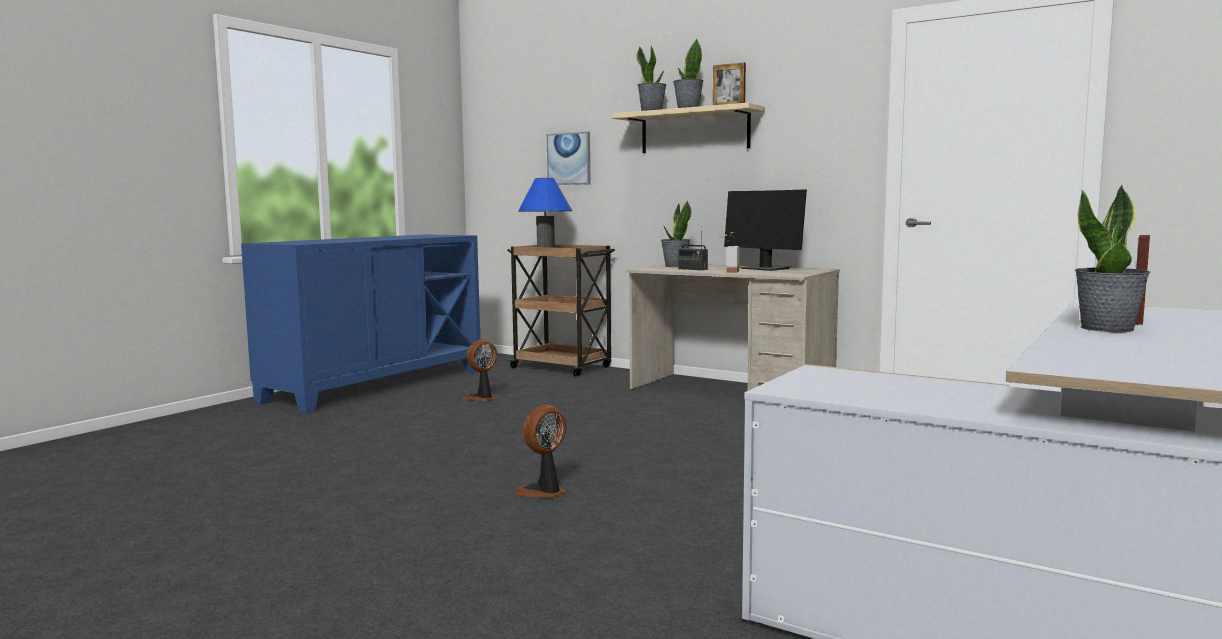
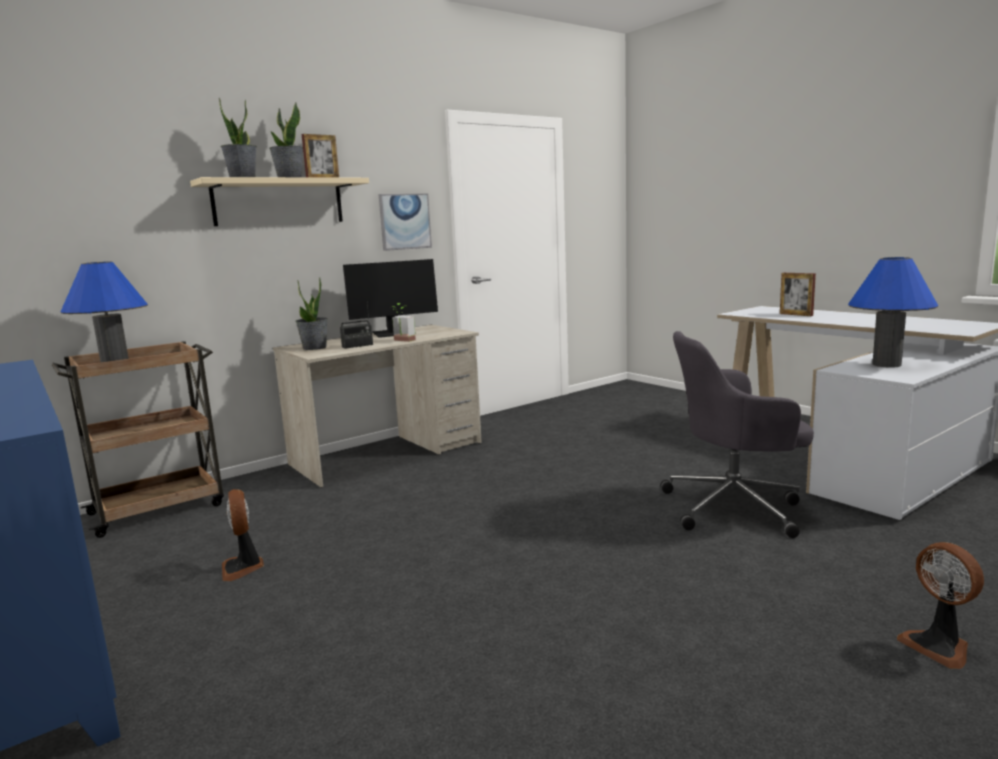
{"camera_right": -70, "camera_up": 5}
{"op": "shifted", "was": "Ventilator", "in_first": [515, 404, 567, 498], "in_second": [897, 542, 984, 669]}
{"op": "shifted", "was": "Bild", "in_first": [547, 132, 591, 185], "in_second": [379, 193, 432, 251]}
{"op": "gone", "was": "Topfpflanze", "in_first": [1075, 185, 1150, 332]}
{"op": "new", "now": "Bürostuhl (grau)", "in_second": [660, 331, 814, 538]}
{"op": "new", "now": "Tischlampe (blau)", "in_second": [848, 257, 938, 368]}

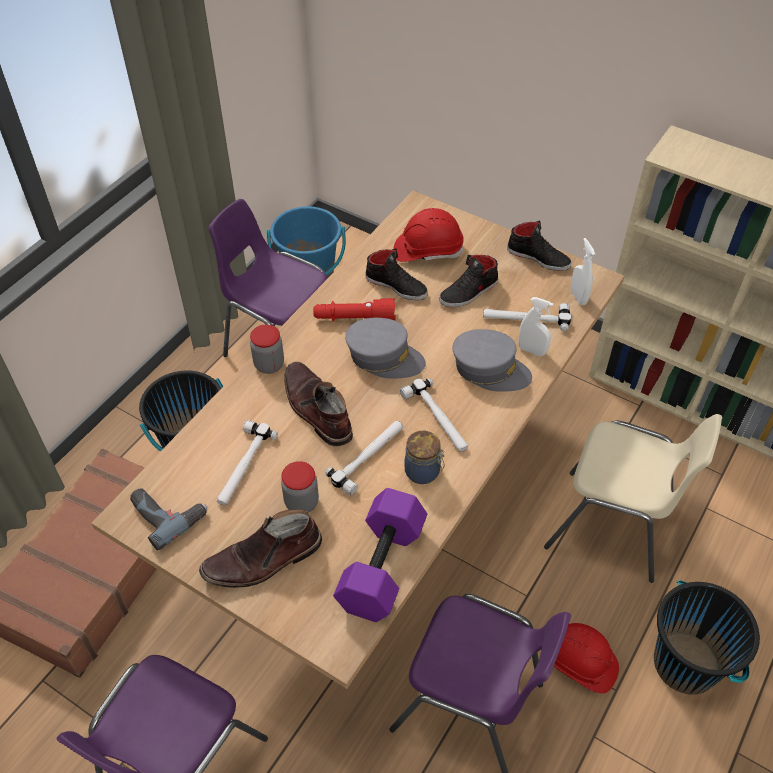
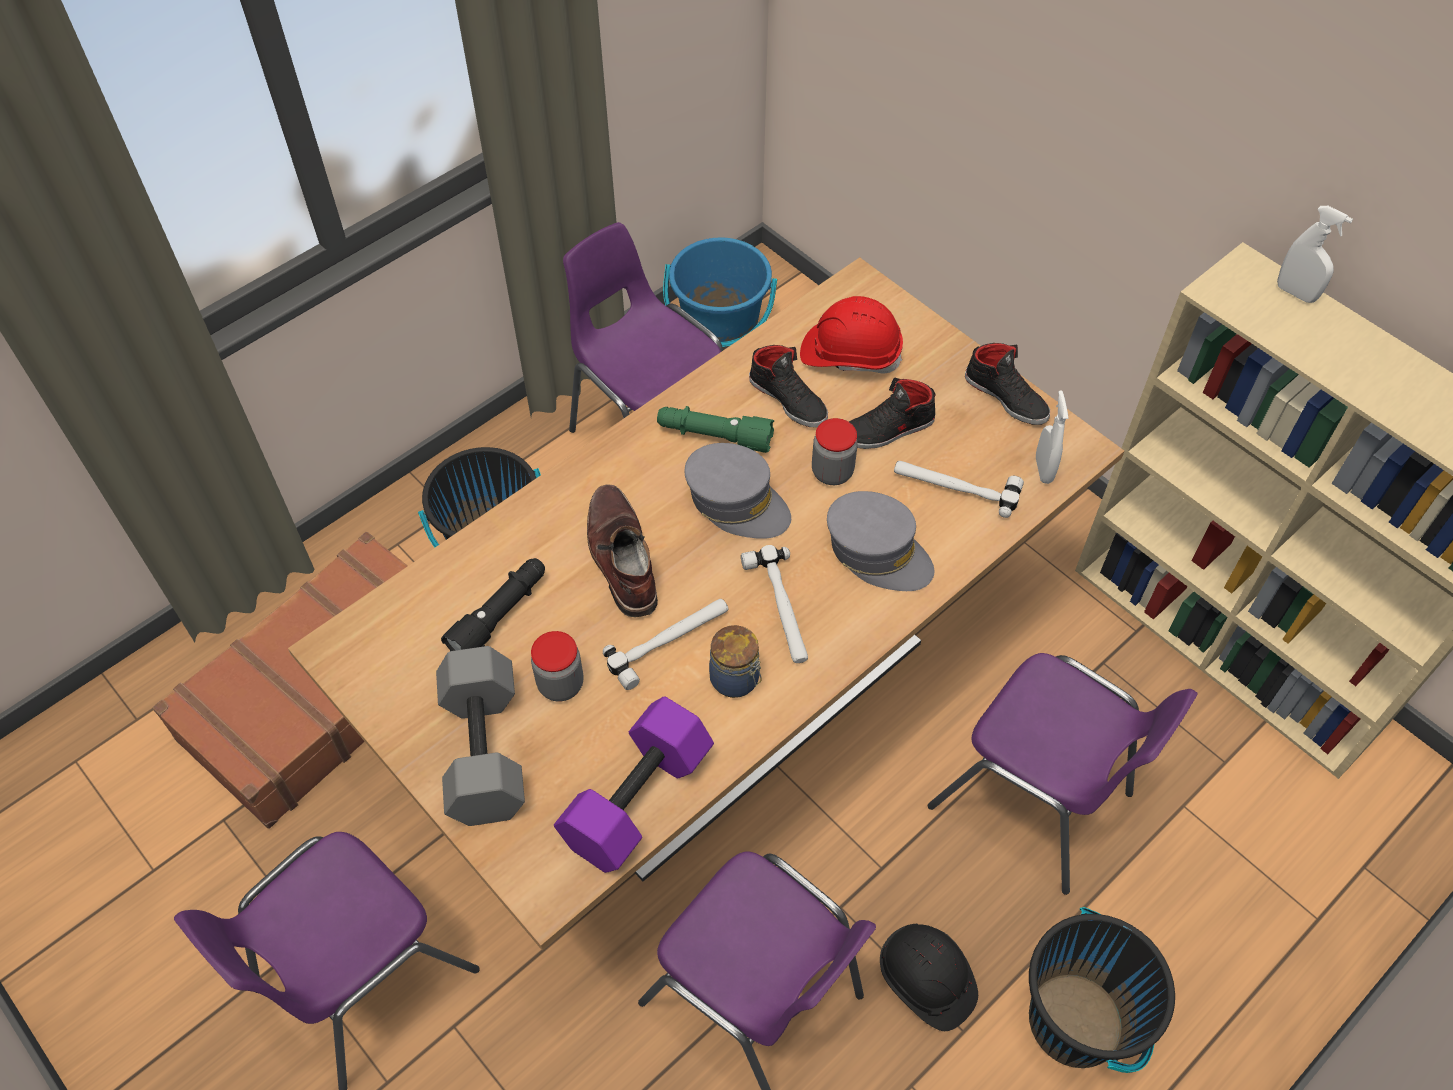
{"camera_right": 15, "camera_up": 5}
{"op": "gone", "was": "Bohrmaschine", "in_first": [130, 489, 207, 551]}
{"op": "swapped", "was": "Stiefel (braun)", "now": "Hantel (grau)", "in_first": [199, 509, 322, 588], "in_second": [436, 646, 525, 826]}
{"op": "swapped", "was": "Hammer", "now": "Taschenlampe (schwarz)", "in_first": [217, 420, 278, 505], "in_second": [441, 558, 545, 651]}
{"op": "shifted", "was": "Vorratsglas", "in_first": [250, 325, 284, 374], "in_second": [812, 418, 858, 485]}
{"op": "repainted", "was": "Taschenlampe (rot)", "now": "Taschenlampe (grün)", "in_first": [313, 298, 395, 321], "in_second": [657, 406, 774, 453]}
{"op": "shifted", "was": "Sprühflasche (weiß)", "in_first": [519, 297, 554, 356], "in_second": [1277, 206, 1353, 303]}
{"op": "repainted", "was": "Stuhl (beige)", "now": "Stuhl (lila)", "in_first": [544, 414, 722, 583], "in_second": [928, 653, 1198, 895]}
{"op": "repainted", "was": "Schutzhelm (rot)", "now": "Schutzhelm (schwarz)", "in_first": [554, 623, 619, 694], "in_second": [880, 924, 978, 1031]}

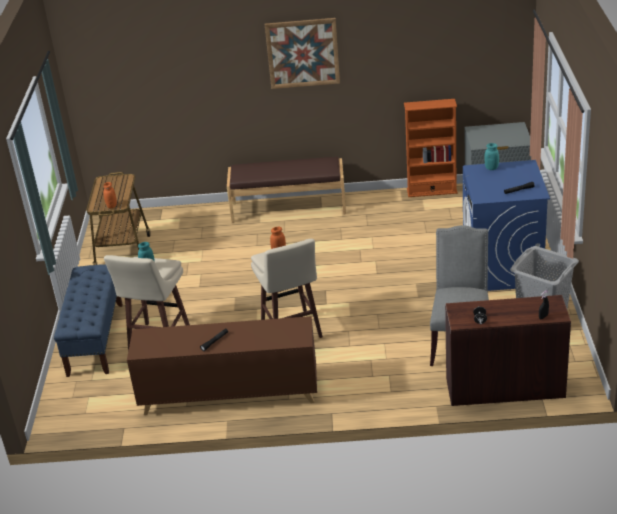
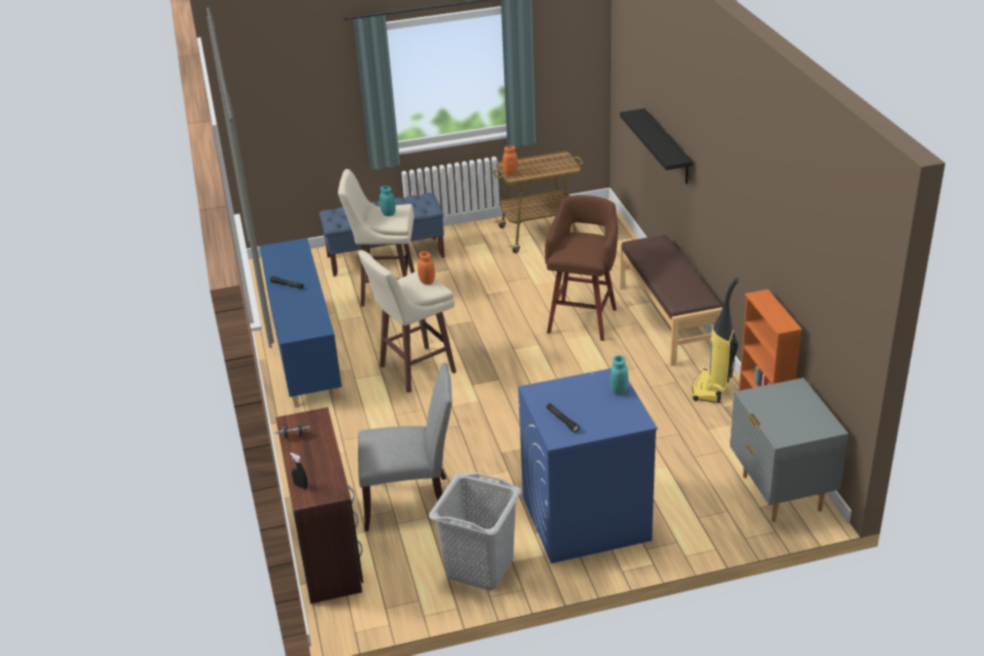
{"camera_right": 75, "camera_up": 0}
{"op": "repainted", "was": "Schrank (braun)", "now": "Schrank (blau)", "in_first": [127, 316, 317, 415], "in_second": [259, 238, 342, 408]}
{"op": "gone", "was": "Bild", "in_first": [265, 18, 340, 89]}
{"op": "new", "now": "Hocker (braun)", "in_second": [545, 195, 618, 341]}
{"op": "new", "now": "Wandregal (schwarz)", "in_second": [620, 108, 693, 184]}
{"op": "new", "now": "Staubsauger", "in_second": [692, 278, 739, 403]}

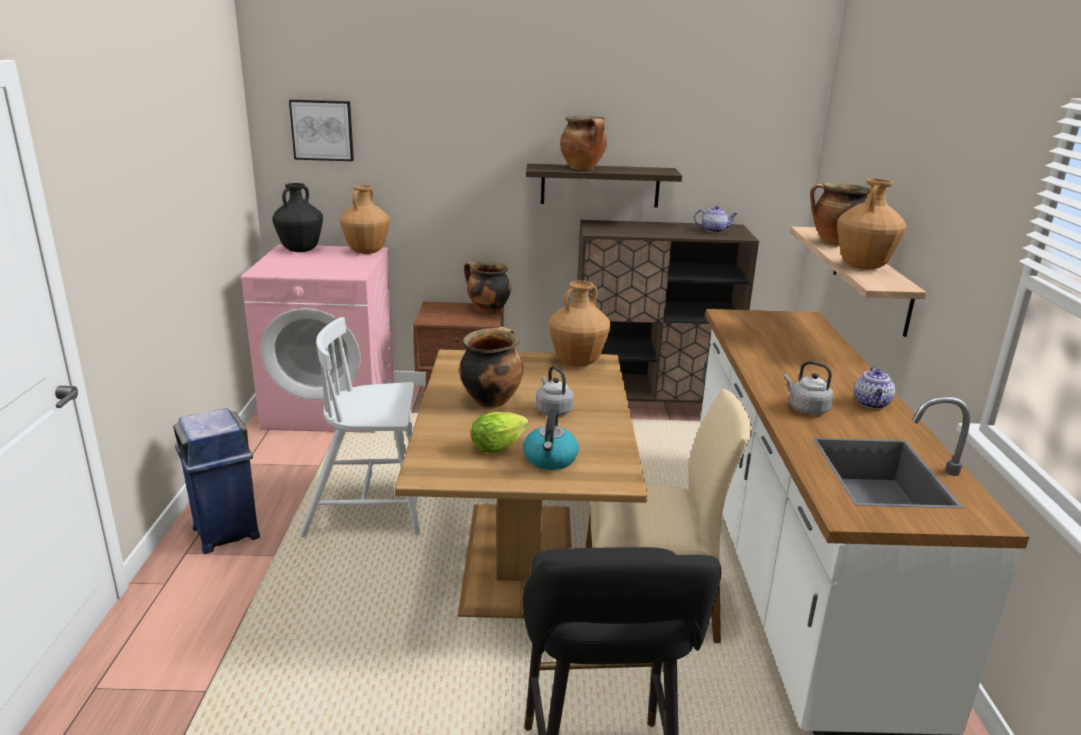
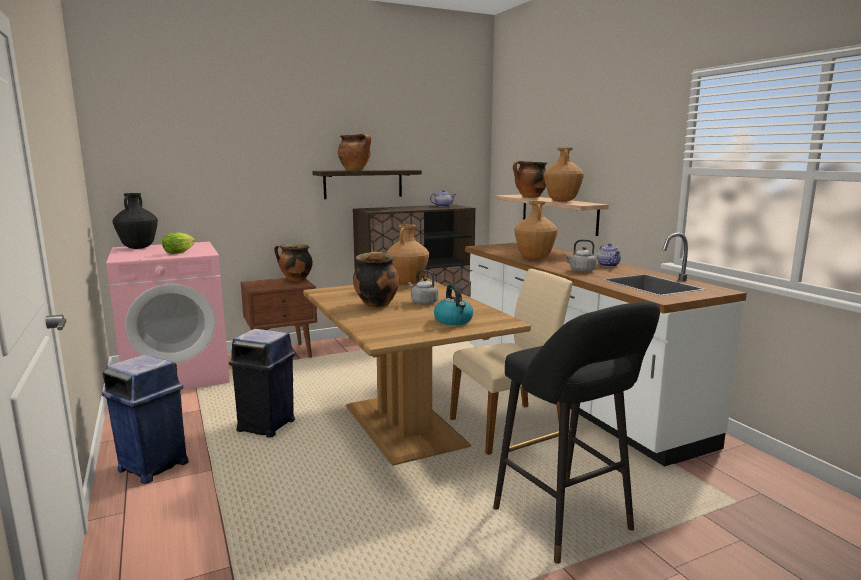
{"camera_right": -25, "camera_up": -10}
{"op": "gone", "was": "Bild", "in_first": [289, 100, 354, 161]}
{"op": "swapped", "was": "Stuhl (weiß)", "now": "Mülleimer (blau)", "in_first": [300, 317, 421, 537], "in_second": [229, 329, 296, 437]}
{"op": "shifted", "was": "Vase (braun)", "in_first": [340, 185, 390, 254], "in_second": [514, 201, 558, 260]}
{"op": "shifted", "was": "Salatkopf", "in_first": [471, 412, 529, 453], "in_second": [162, 232, 195, 254]}

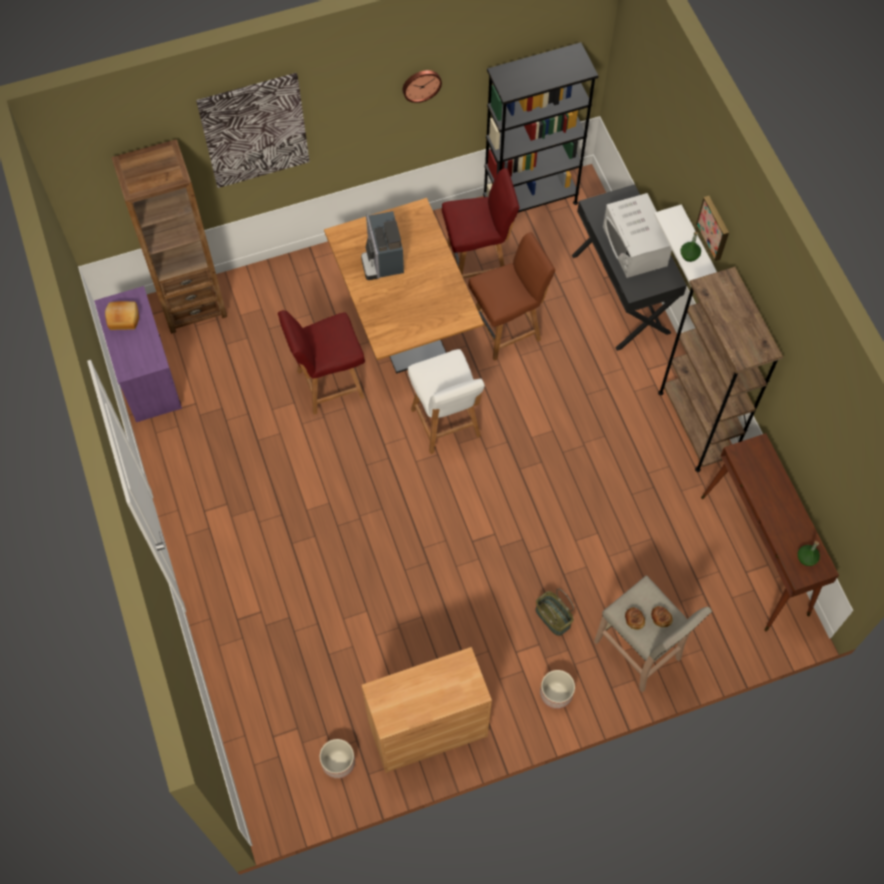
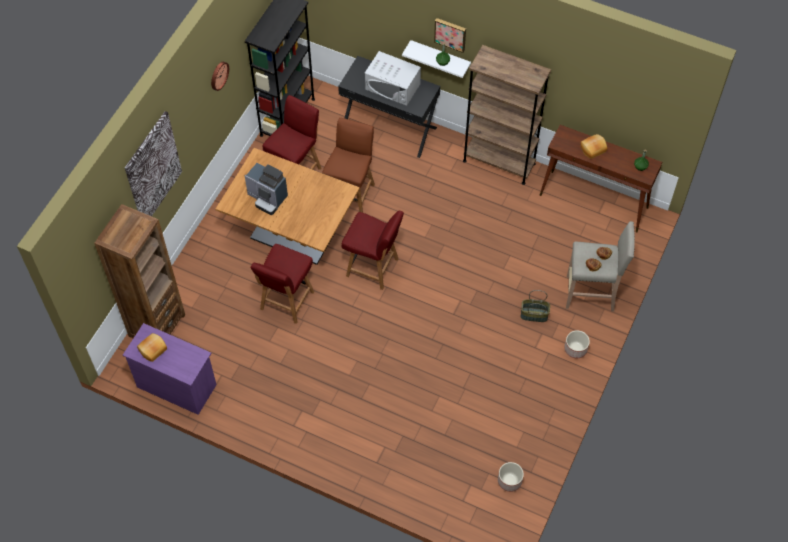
{"camera_right": -45, "camera_up": -5}
{"op": "gone", "was": "Schrank (braun)", "in_first": [362, 647, 492, 773]}
{"op": "repainted", "was": "Stuhl (weiß)", "now": "Stuhl (rot)", "in_first": [408, 349, 485, 454], "in_second": [342, 211, 404, 290]}
{"op": "new", "now": "Brot", "in_second": [580, 134, 607, 159]}

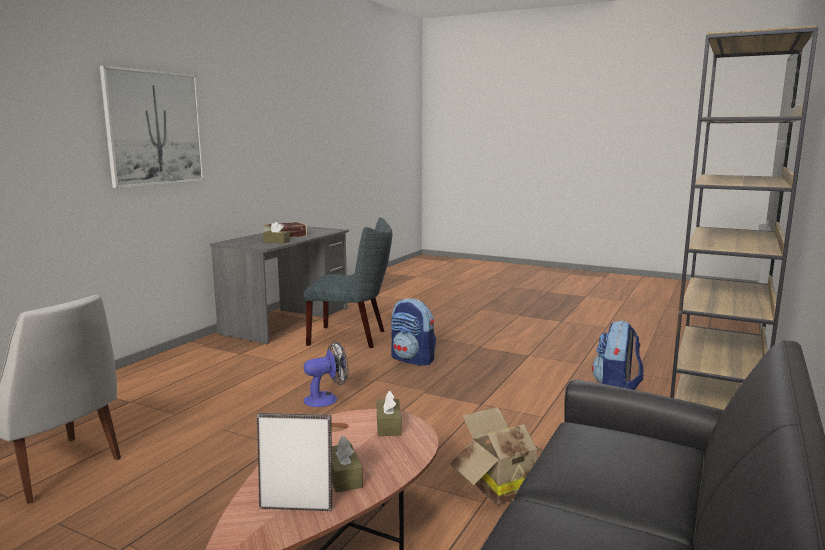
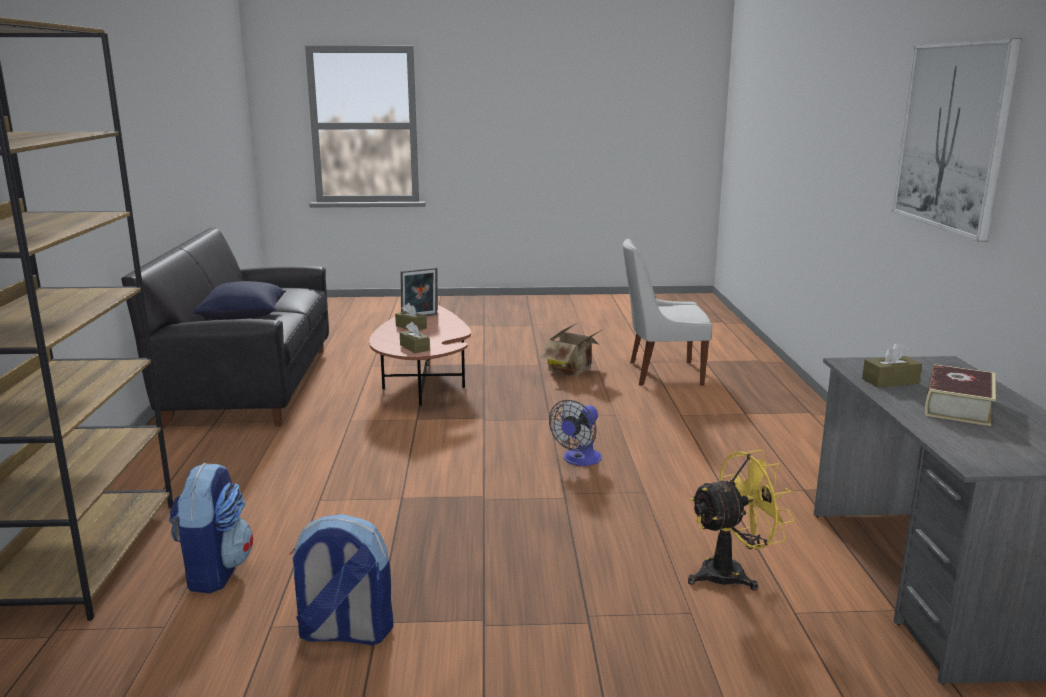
{"camera_right": 150, "camera_up": 5}
{"op": "swapped", "was": "Stuhl (grau)", "now": "Ventilator (gelb)", "in_first": [304, 217, 392, 348], "in_second": [688, 450, 795, 590]}
{"op": "shifted", "was": "Rucksack", "in_first": [391, 298, 436, 366], "in_second": [289, 514, 393, 645]}
{"op": "shifted", "was": "Karton", "in_first": [449, 407, 543, 504], "in_second": [540, 323, 605, 376]}
{"op": "new", "now": "Kissen (blau)", "in_second": [194, 281, 286, 320]}

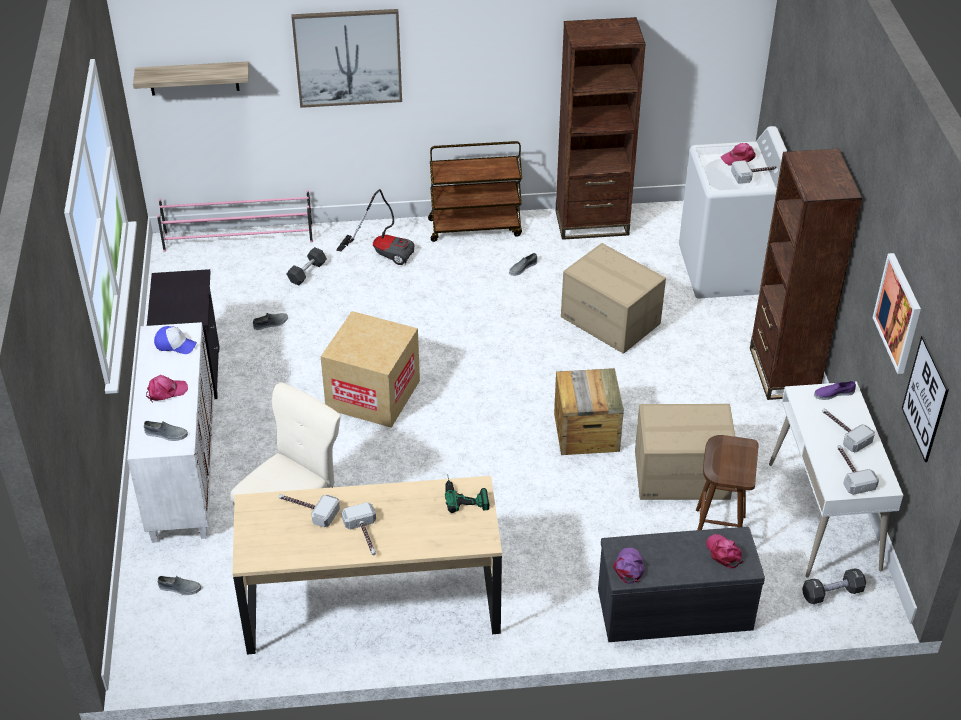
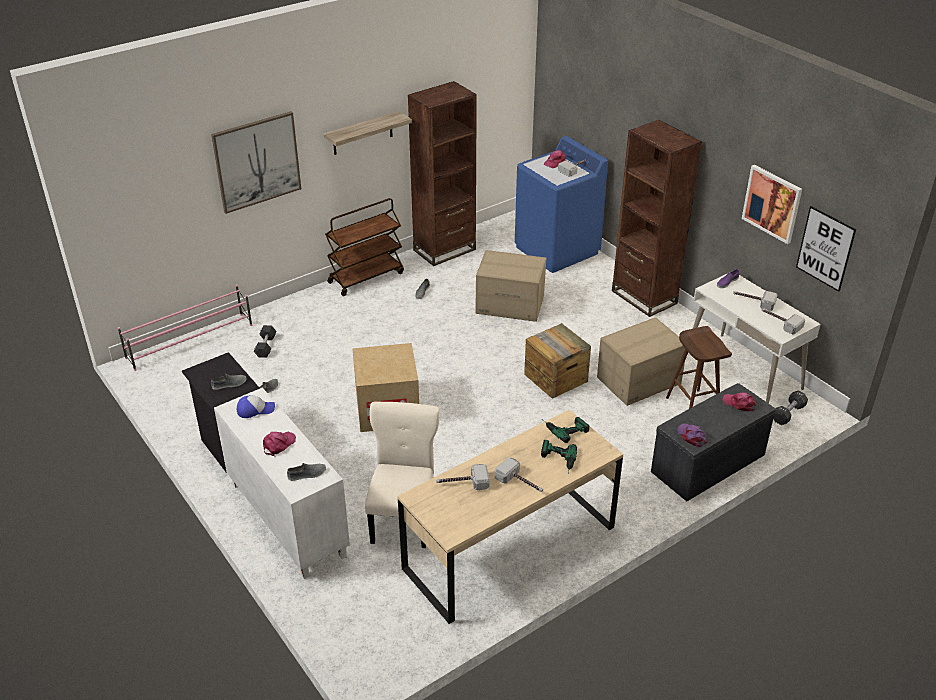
{"camera_right": -30, "camera_up": -5}
{"op": "shifted", "was": "Wandregal", "in_first": [133, 62, 249, 96], "in_second": [324, 111, 412, 155]}
{"op": "shifted", "was": "Schuh (grau)", "in_first": [158, 576, 201, 595], "in_second": [211, 374, 247, 390]}
{"op": "gone", "was": "Staubsauger", "in_first": [336, 189, 415, 265]}
{"op": "repainted", "was": "Waschmaschine (weiß)", "now": "Waschmaschine (blau)", "in_first": [679, 126, 787, 299], "in_second": [515, 136, 608, 273]}
{"op": "new", "now": "Bohrmaschine", "in_second": [541, 440, 577, 473]}

